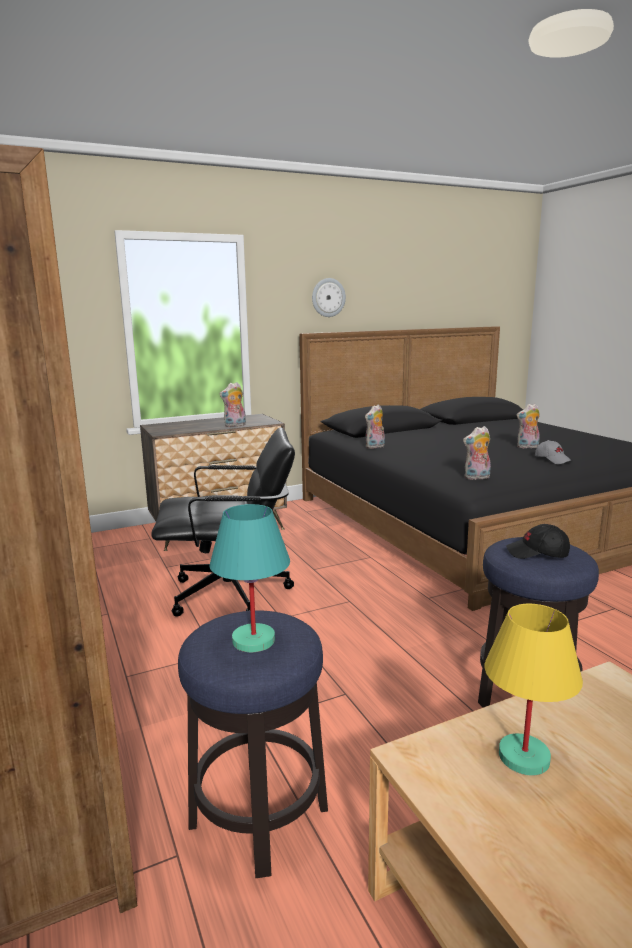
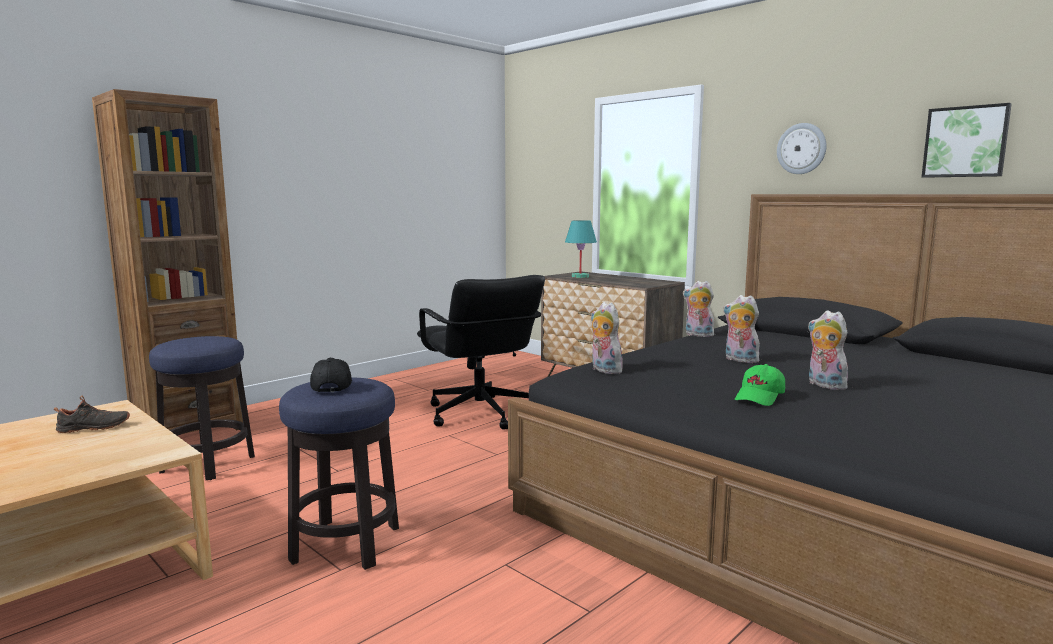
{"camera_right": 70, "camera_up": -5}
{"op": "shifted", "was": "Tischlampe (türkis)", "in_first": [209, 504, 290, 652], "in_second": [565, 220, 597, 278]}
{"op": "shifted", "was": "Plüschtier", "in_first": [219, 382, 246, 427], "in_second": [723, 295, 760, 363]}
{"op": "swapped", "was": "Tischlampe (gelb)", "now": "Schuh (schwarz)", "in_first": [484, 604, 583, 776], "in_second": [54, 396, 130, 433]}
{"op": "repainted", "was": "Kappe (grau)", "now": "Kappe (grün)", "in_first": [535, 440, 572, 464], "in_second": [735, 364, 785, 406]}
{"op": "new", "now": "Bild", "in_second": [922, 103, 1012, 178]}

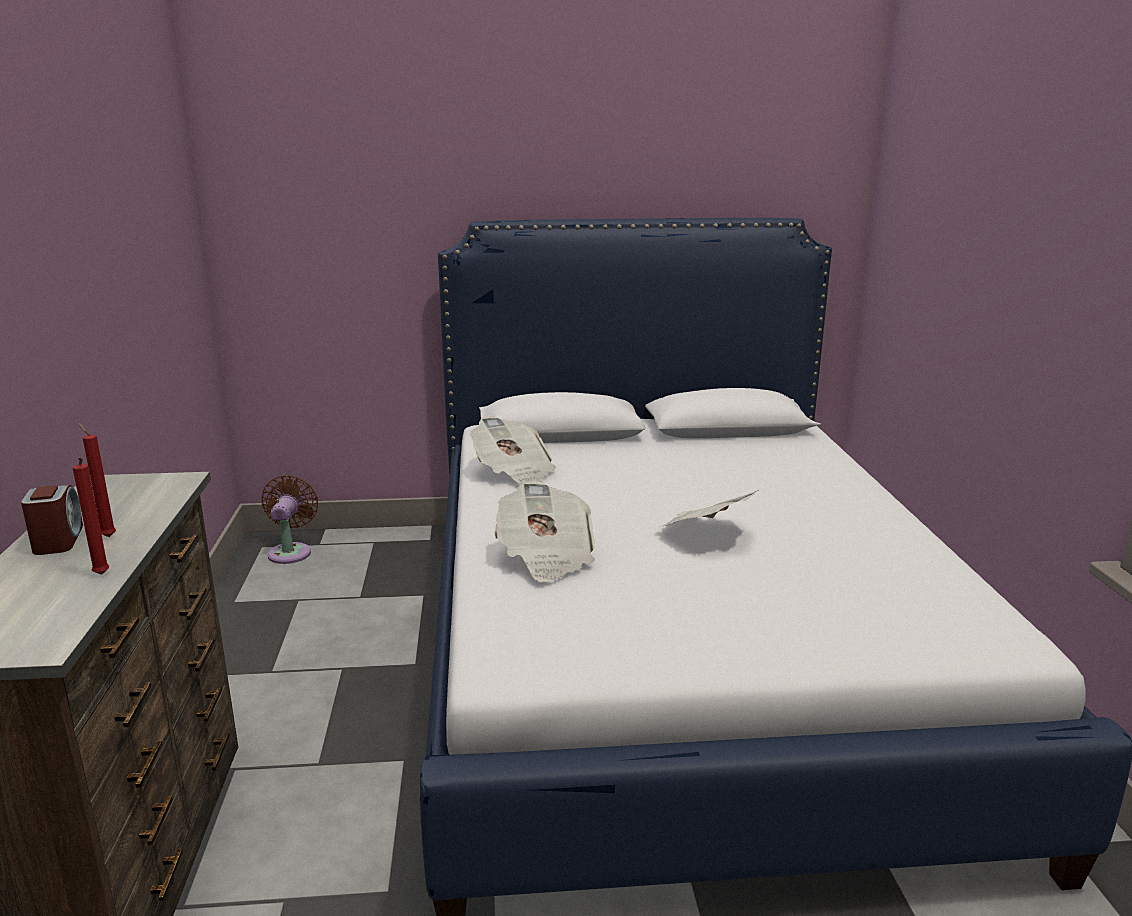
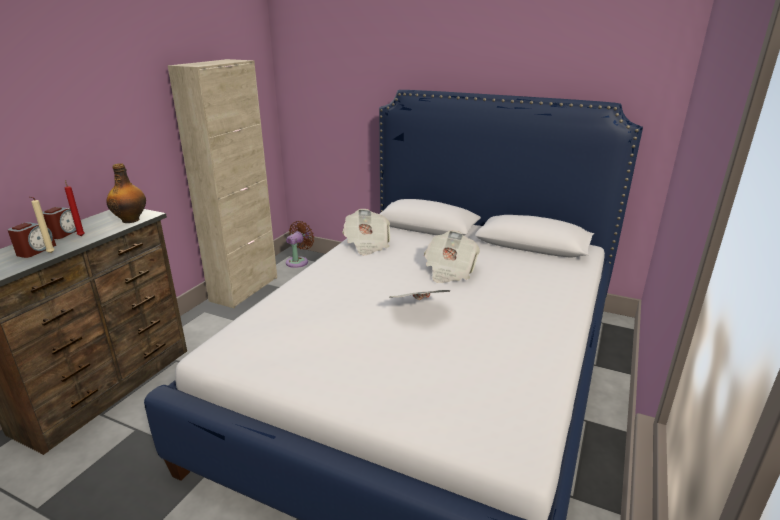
{"camera_right": 30, "camera_up": 5}
{"op": "repainted", "was": "Kerze (rot)", "now": "Kerze (beige)", "in_first": [73, 457, 110, 575], "in_second": [30, 197, 55, 253]}
{"op": "shifted", "was": "Zeitung", "in_first": [494, 481, 595, 583], "in_second": [424, 230, 480, 283]}
{"op": "new", "now": "Wecker", "in_second": [8, 222, 56, 258]}
{"op": "new", "now": "Flasche", "in_second": [106, 163, 146, 223]}
{"op": "new", "now": "Schrank (beige)", "in_second": [168, 59, 277, 308]}

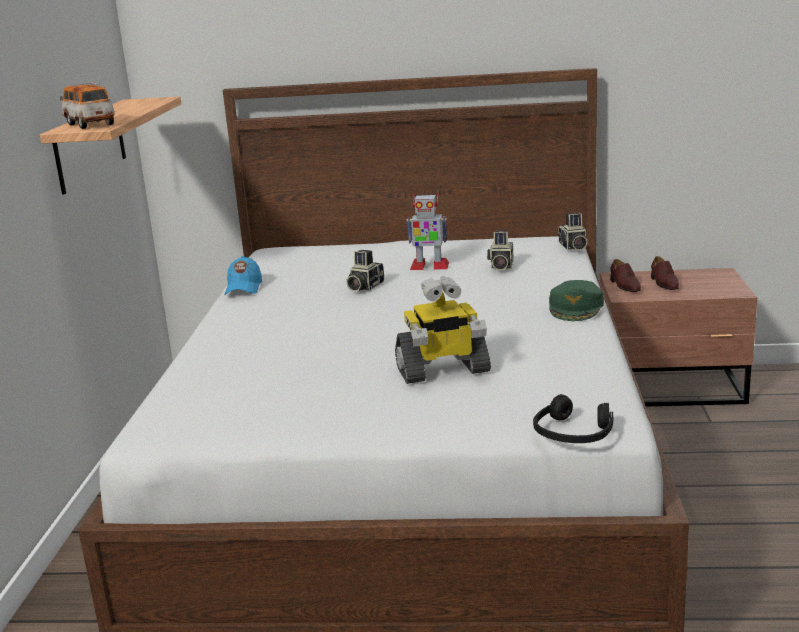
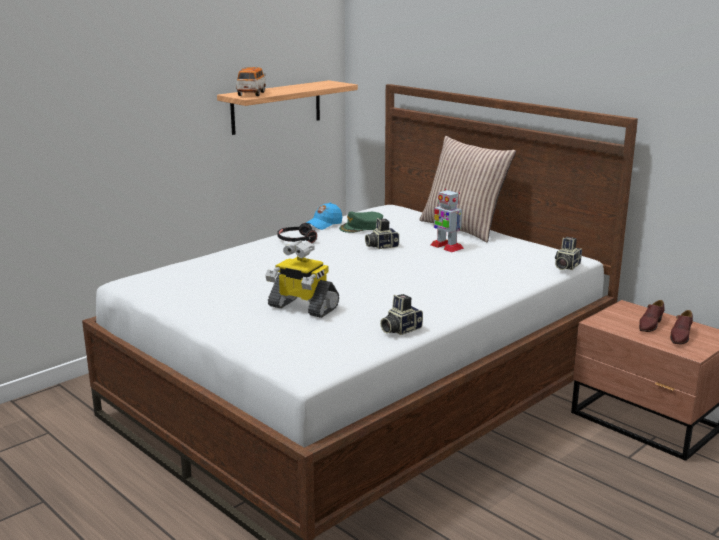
{"camera_right": 40, "camera_up": 0}
{"op": "shifted", "was": "Kamera", "in_first": [487, 230, 513, 270], "in_second": [380, 294, 423, 335]}
{"op": "shifted", "was": "Kopfhörer (schwarz)", "in_first": [533, 394, 613, 443], "in_second": [277, 223, 317, 243]}
{"op": "shifted", "was": "Kappe (grün)", "in_first": [549, 280, 604, 321], "in_second": [339, 211, 383, 233]}
{"op": "shifted", "was": "Schuh (braun)", "in_first": [610, 259, 641, 292], "in_second": [670, 310, 693, 344]}
{"op": "new", "now": "Kissen", "in_second": [419, 136, 516, 242]}

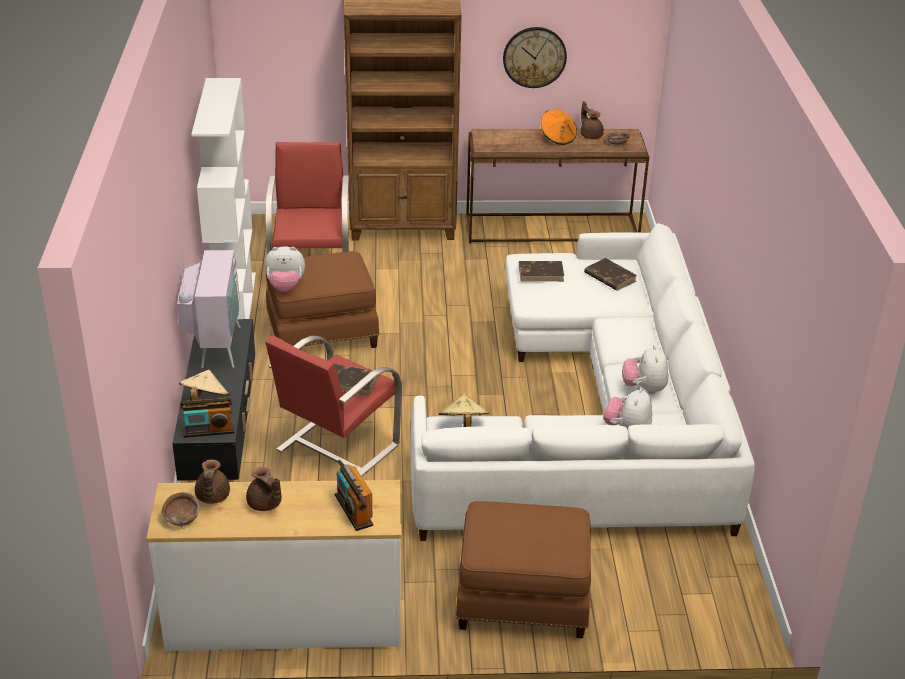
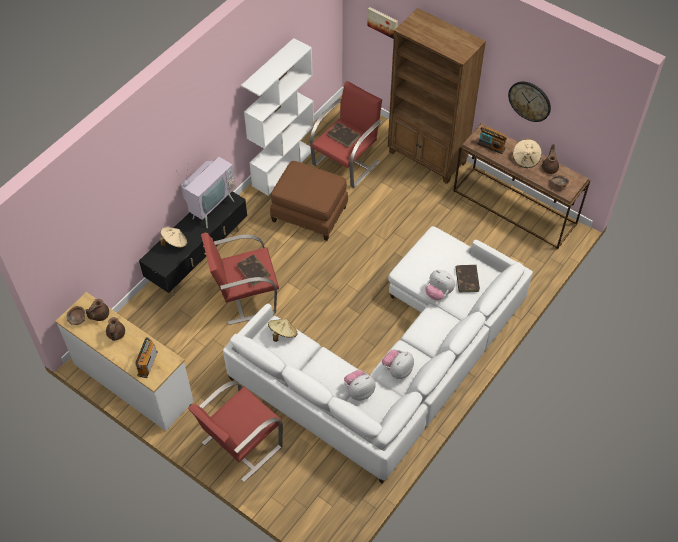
{"camera_right": 40, "camera_up": 20}
{"op": "shifted", "was": "Radio", "in_first": [180, 398, 235, 438], "in_second": [477, 127, 507, 154]}
{"op": "shifted", "was": "Plüschtier", "in_first": [265, 246, 305, 292], "in_second": [425, 270, 455, 300]}
{"op": "swapped", "was": "Polsterhocker (braun)", "now": "Sessel (rot)", "in_first": [456, 501, 591, 638], "in_second": [188, 381, 283, 482]}
{"op": "shifted", "was": "Buch (braun)", "in_first": [519, 261, 564, 282], "in_second": [327, 122, 360, 148]}
{"op": "repainted", "was": "Hut (orange)", "now": "Hut (beige)", "in_first": [541, 109, 577, 145], "in_second": [512, 138, 542, 168]}
{"op": "new", "now": "Bild", "in_second": [367, 7, 398, 39]}

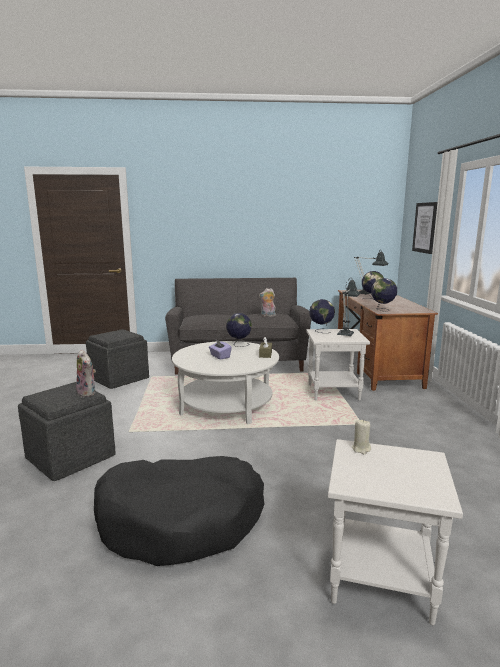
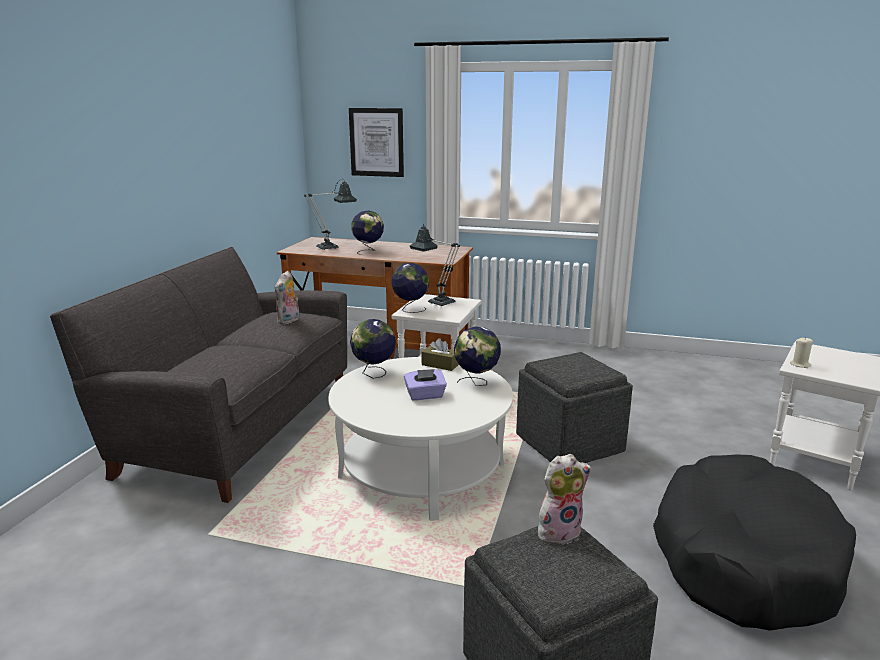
{"camera_right": -70, "camera_up": 5}
{"op": "shifted", "was": "Polsterhocker (grau)", "in_first": [86, 329, 149, 389], "in_second": [516, 352, 633, 463]}
{"op": "shifted", "was": "Globus", "in_first": [371, 278, 397, 312], "in_second": [454, 326, 501, 386]}

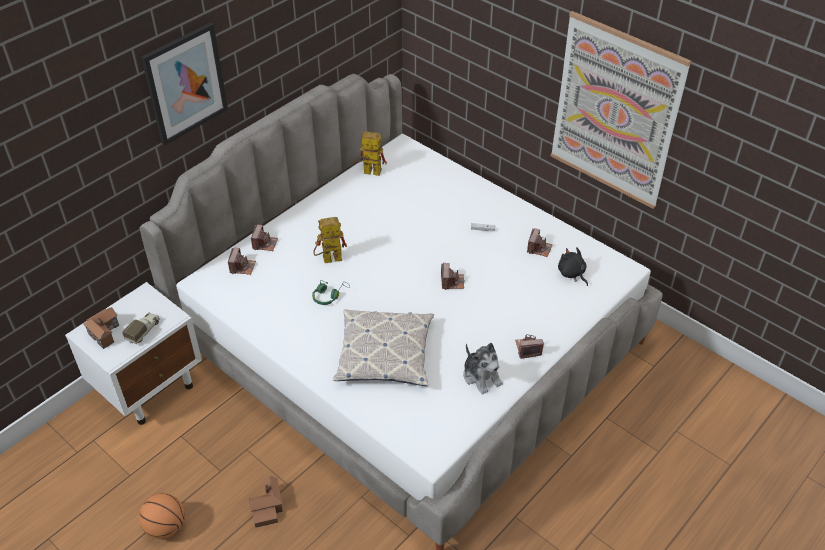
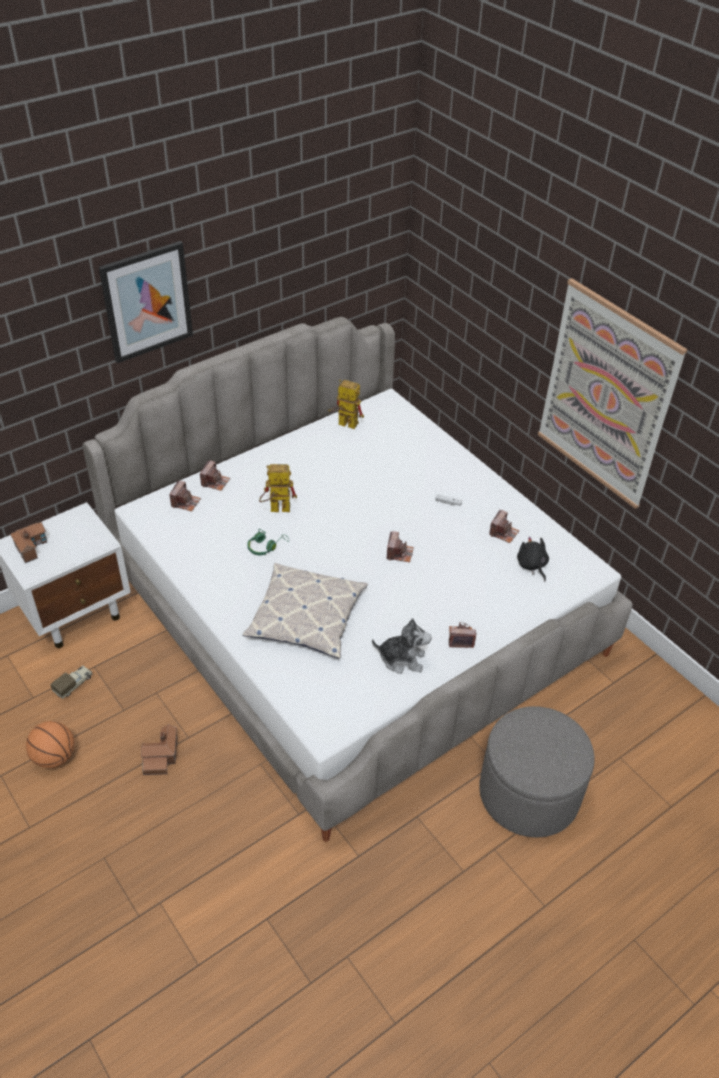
{"camera_right": 10, "camera_up": 0}
{"op": "shifted", "was": "Spielzeuglaster", "in_first": [122, 312, 160, 345], "in_second": [50, 665, 92, 699]}
{"op": "rotated", "was": "Plüschtier", "in_first": [464, 343, 503, 395], "in_second": [372, 618, 432, 674], "clockwise": -60}
{"op": "new", "now": "Polsterhocker (grau)", "in_second": [479, 706, 595, 837]}

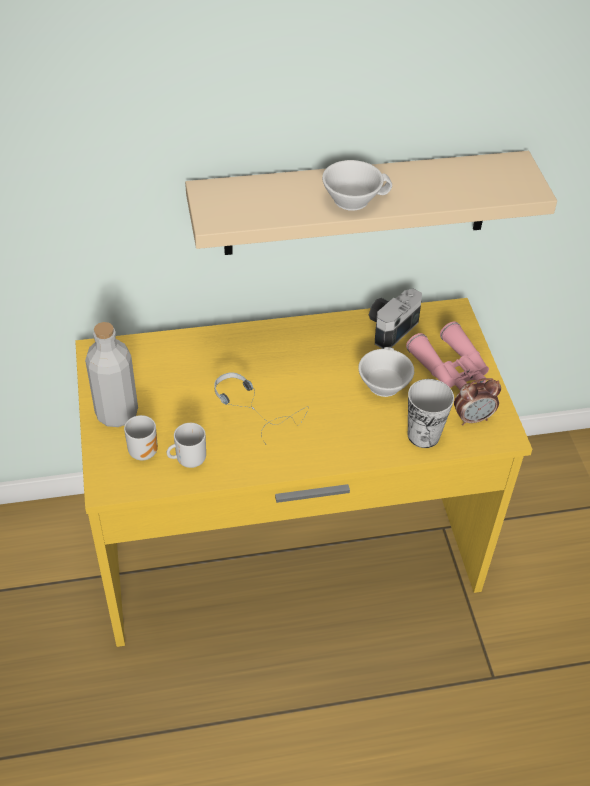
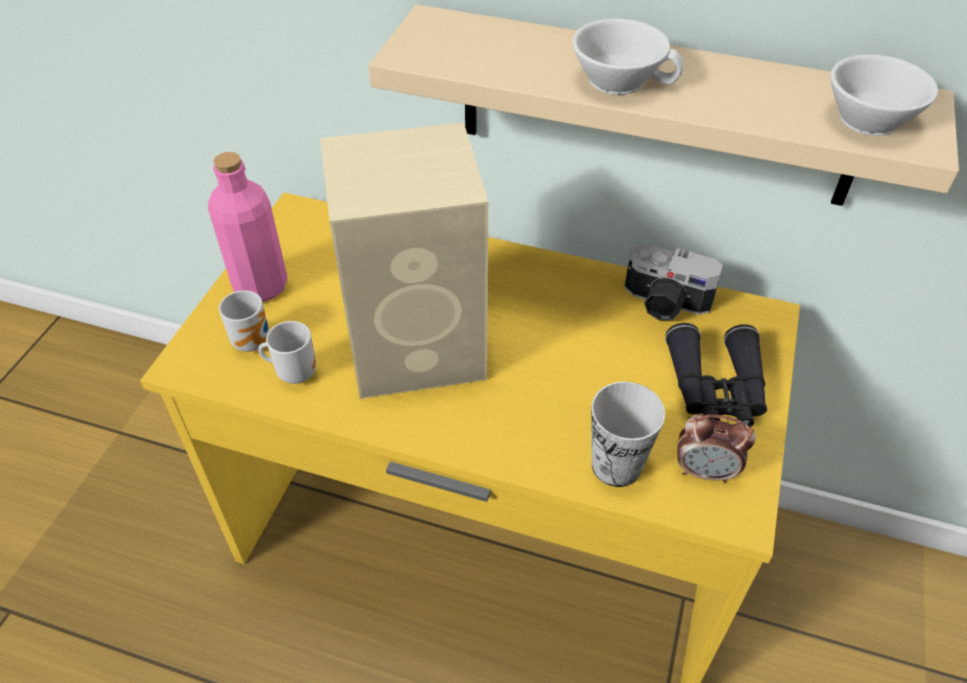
{"camera_right": 30, "camera_up": 0}
{"op": "repainted", "was": "Flasche (grau)", "now": "Flasche (rosa)", "in_first": [85, 322, 138, 427], "in_second": [208, 152, 288, 302]}
{"op": "swapped", "was": "Kopfhörer", "now": "Lautsprecher (beige)", "in_first": [214, 372, 309, 443], "in_second": [320, 122, 488, 399]}
{"op": "shifted", "was": "Tasse (weiß)", "in_first": [358, 347, 414, 397], "in_second": [831, 54, 938, 136]}
{"op": "rotated", "was": "Kamera", "in_first": [369, 288, 422, 349], "in_second": [624, 244, 723, 320], "clockwise": -135}
{"op": "repainted", "was": "Fernglas (rosa)", "now": "Fernglas (schwarz)", "in_first": [406, 322, 489, 390], "in_second": [665, 323, 767, 427]}

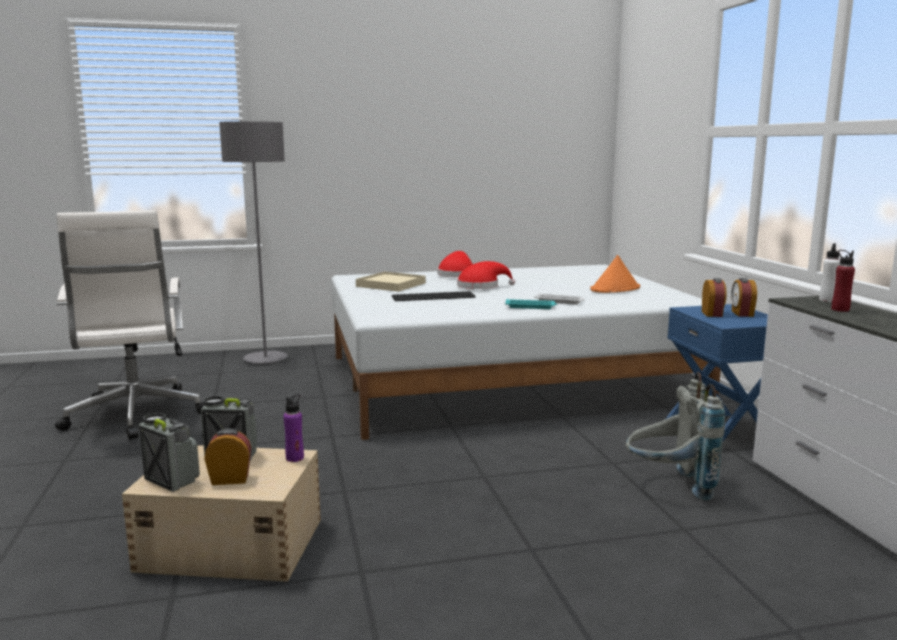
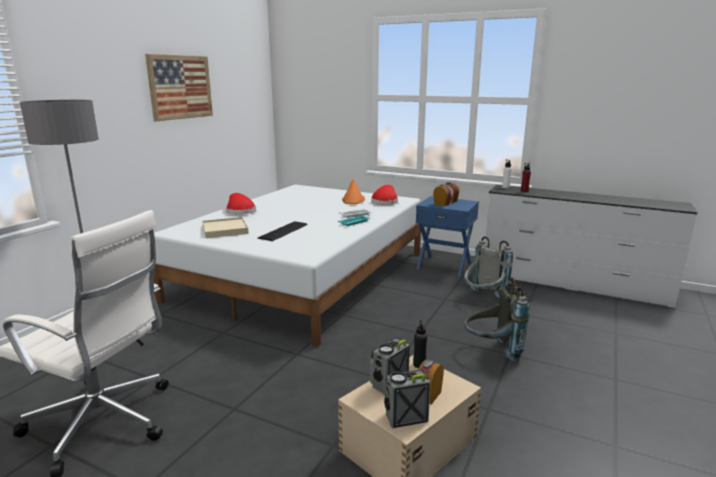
{"camera_right": -50, "camera_up": 5}
{"op": "repainted", "was": "Flasche (lila)", "now": "Flasche (schwarz)", "in_first": [284, 394, 304, 462], "in_second": [413, 320, 427, 368]}
{"op": "shifted", "was": "Hut (rot)", "in_first": [457, 261, 515, 289], "in_second": [371, 185, 398, 205]}
{"op": "new", "now": "Bild", "in_second": [145, 54, 213, 121]}
{"op": "new", "now": "Rucksack (grau)", "in_second": [464, 277, 530, 361]}

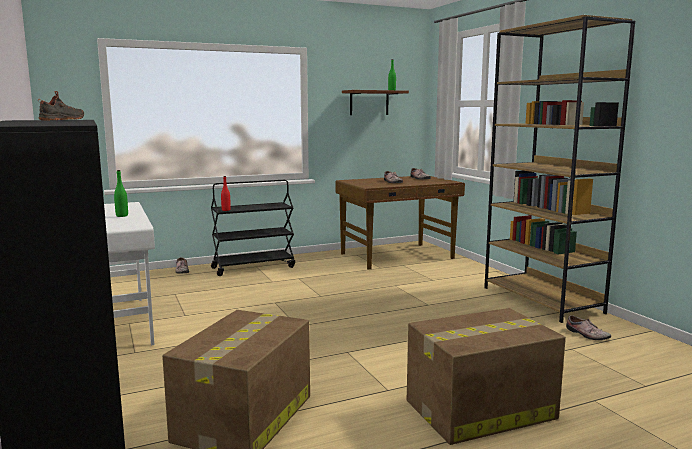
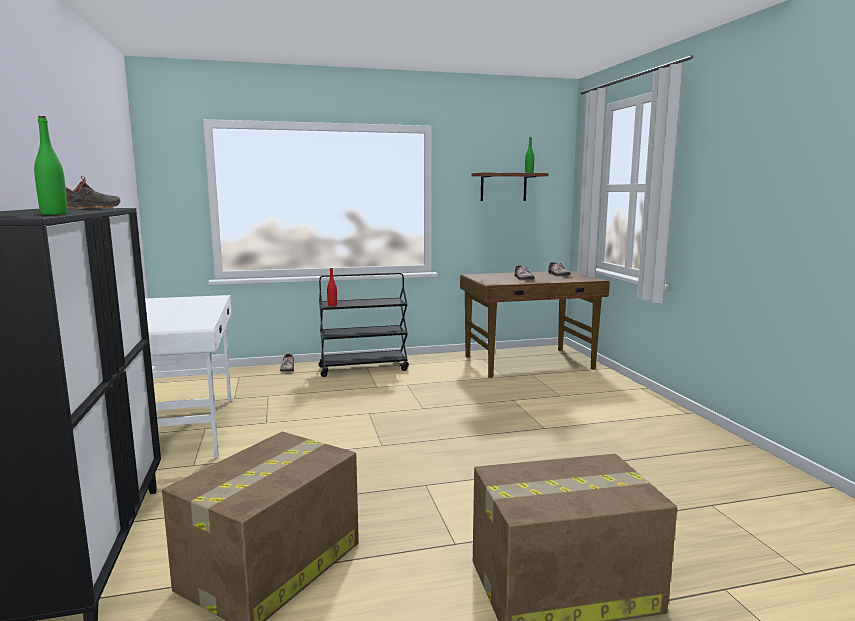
{"camera_right": 10, "camera_up": 0}
{"op": "shifted", "was": "Flasche (grün)", "in_first": [114, 170, 128, 217], "in_second": [34, 116, 68, 215]}
{"op": "gone", "was": "Bücherregal (braun)", "in_first": [484, 15, 635, 323]}
{"op": "gone", "was": "Schuh", "in_first": [566, 315, 611, 340]}

